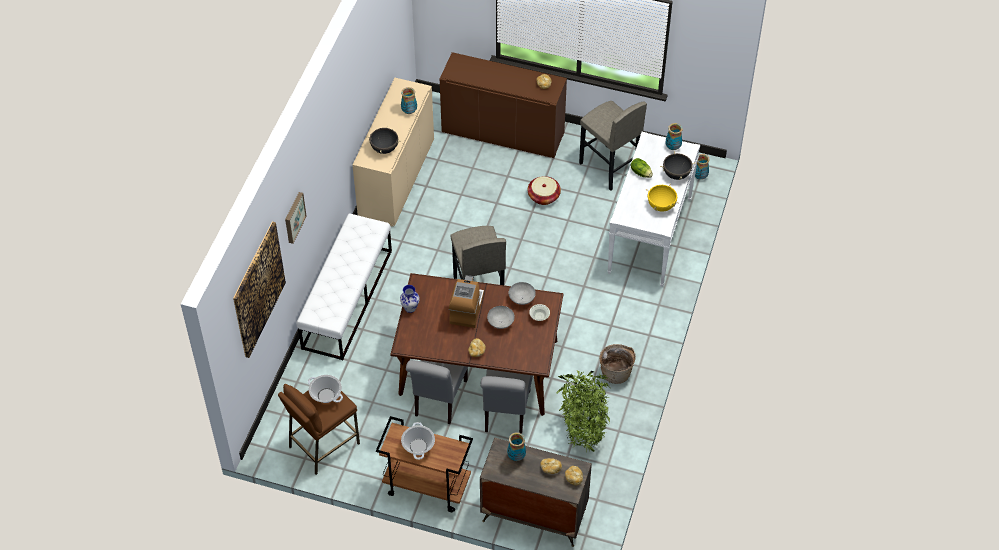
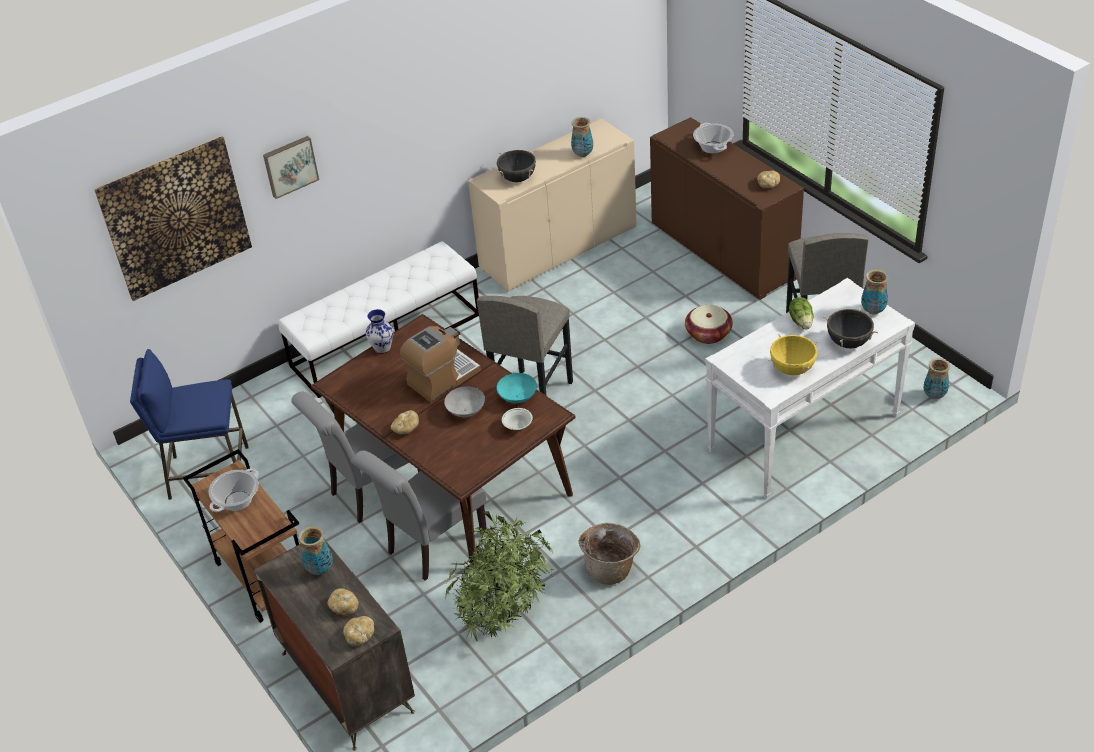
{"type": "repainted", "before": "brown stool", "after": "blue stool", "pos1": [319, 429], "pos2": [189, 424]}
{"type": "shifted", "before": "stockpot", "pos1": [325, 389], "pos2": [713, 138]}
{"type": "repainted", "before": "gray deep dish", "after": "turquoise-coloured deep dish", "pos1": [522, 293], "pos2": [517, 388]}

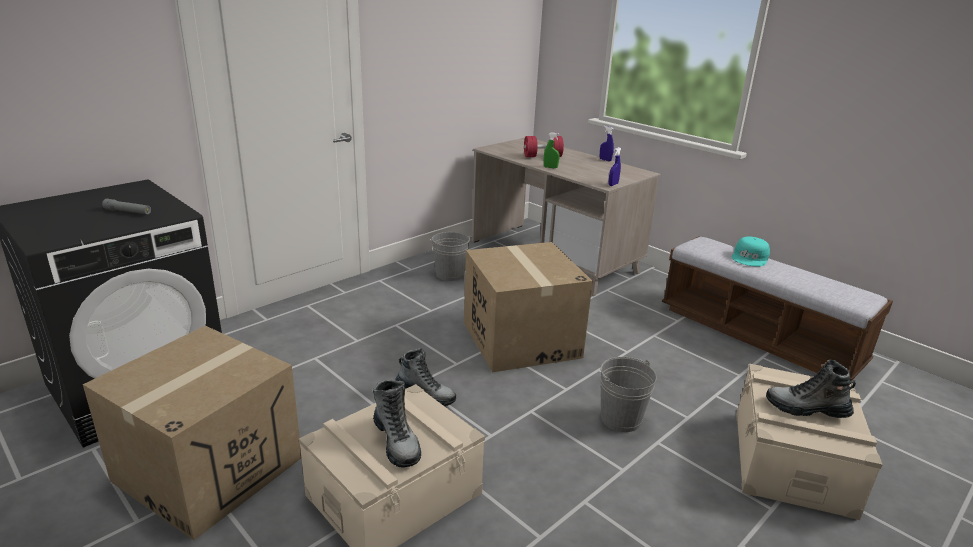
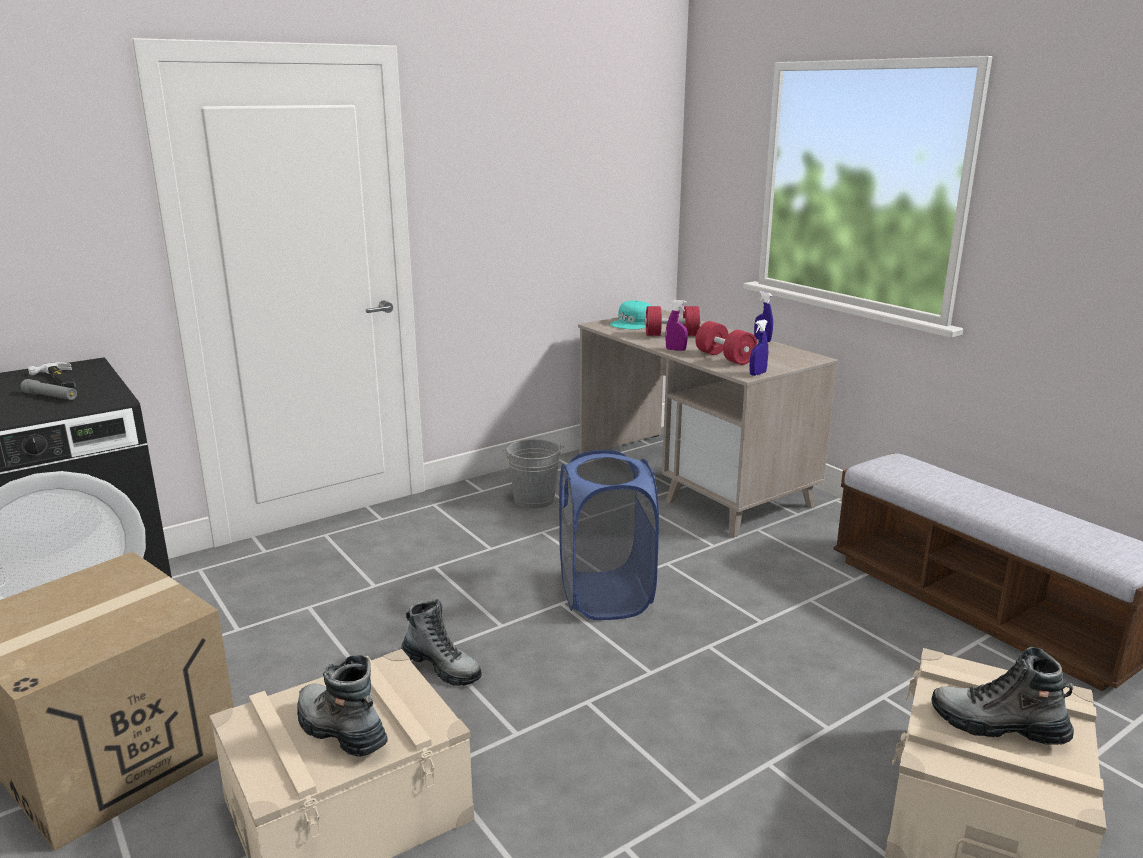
{"type": "rotated", "before": "boot", "pos1": [397, 423], "pos2": [342, 706], "turn": 150}
{"type": "swapped", "before": "carton", "after": "blue laundry basket", "pos1": [528, 307], "pos2": [609, 535]}
{"type": "repainted", "before": "green hand sprayer", "after": "purple hand sprayer", "pos1": [552, 150], "pos2": [677, 325]}
{"type": "gone", "before": "gray pail", "pos1": [628, 394]}
{"type": "shifted", "before": "turquoise-coloured baseball cap", "pos1": [751, 251], "pos2": [630, 314]}
{"type": "new", "after": "hand hammer", "pos2": [52, 375]}
{"type": "new", "after": "red hand weight", "pos2": [726, 343]}

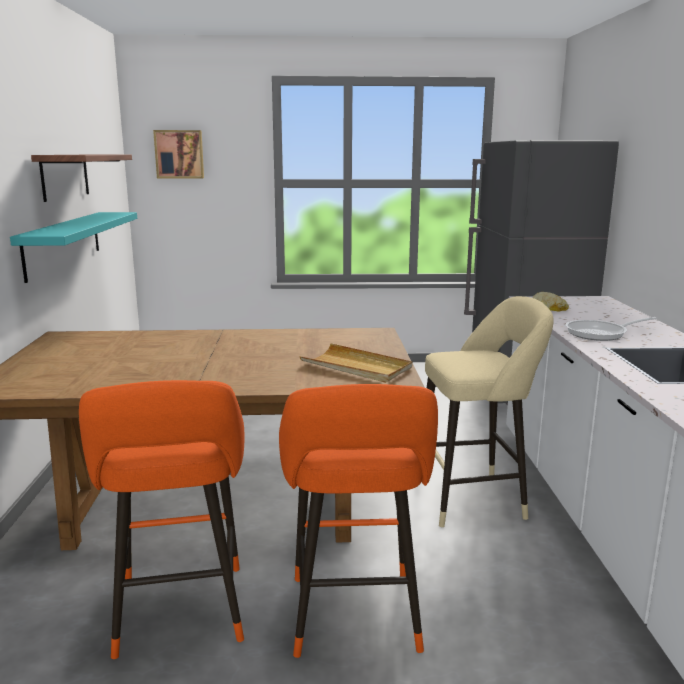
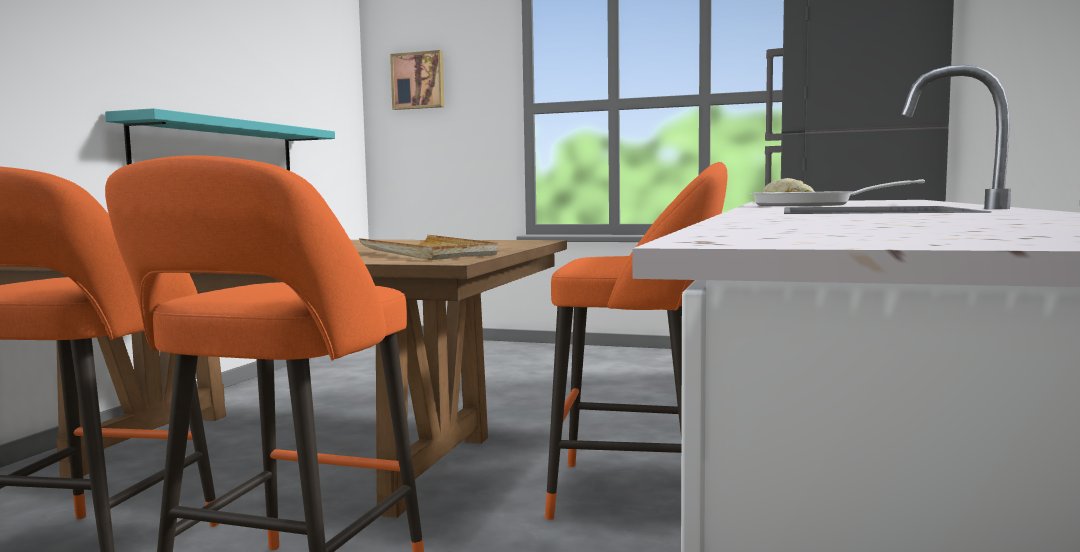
{"type": "gone", "before": "shelf", "pos1": [81, 178]}
{"type": "repainted", "before": "beige-coloured stool", "after": "orange stool", "pos1": [489, 411], "pos2": [636, 341]}

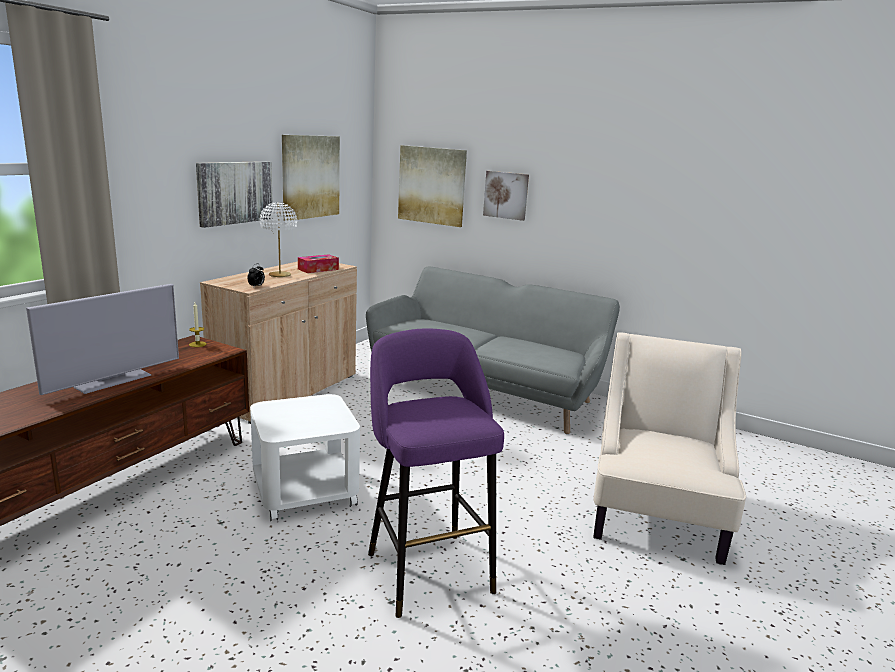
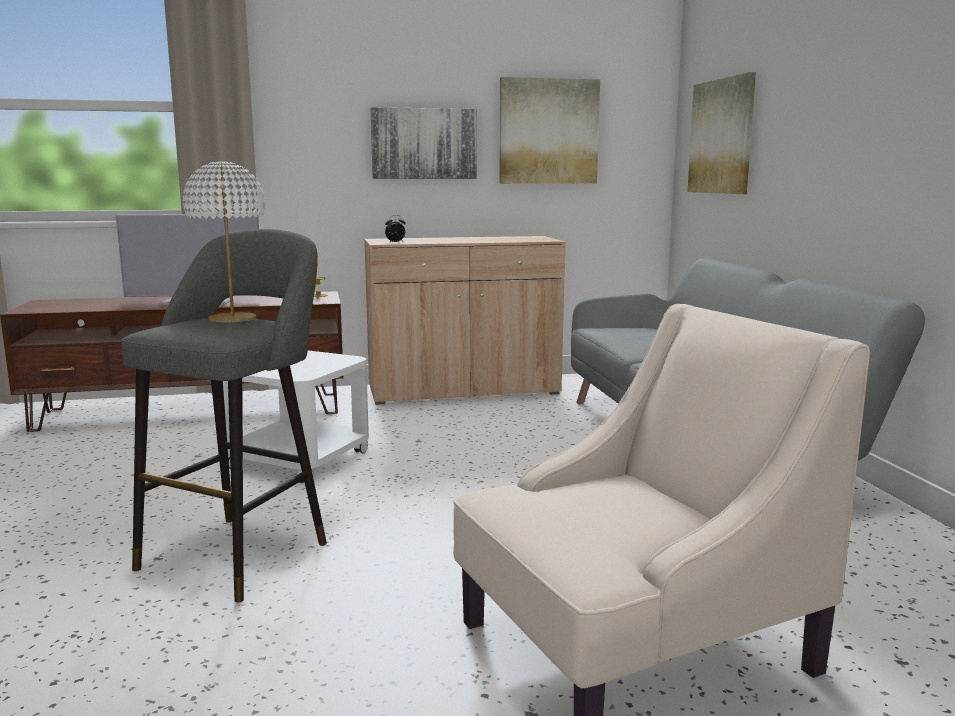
{"type": "shifted", "before": "whitish tabletop lamp", "pos1": [279, 239], "pos2": [224, 241]}
{"type": "gone", "before": "tissue holder", "pos1": [318, 263]}
{"type": "repainted", "before": "purple stool", "after": "gray stool", "pos1": [436, 473], "pos2": [224, 415]}
{"type": "gone", "before": "wall art", "pos1": [506, 196]}

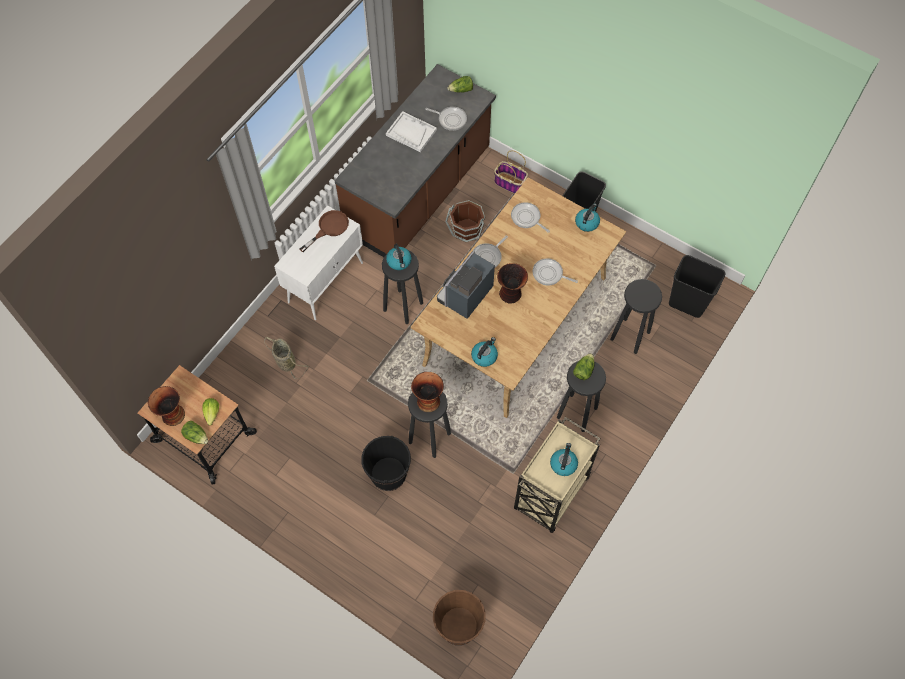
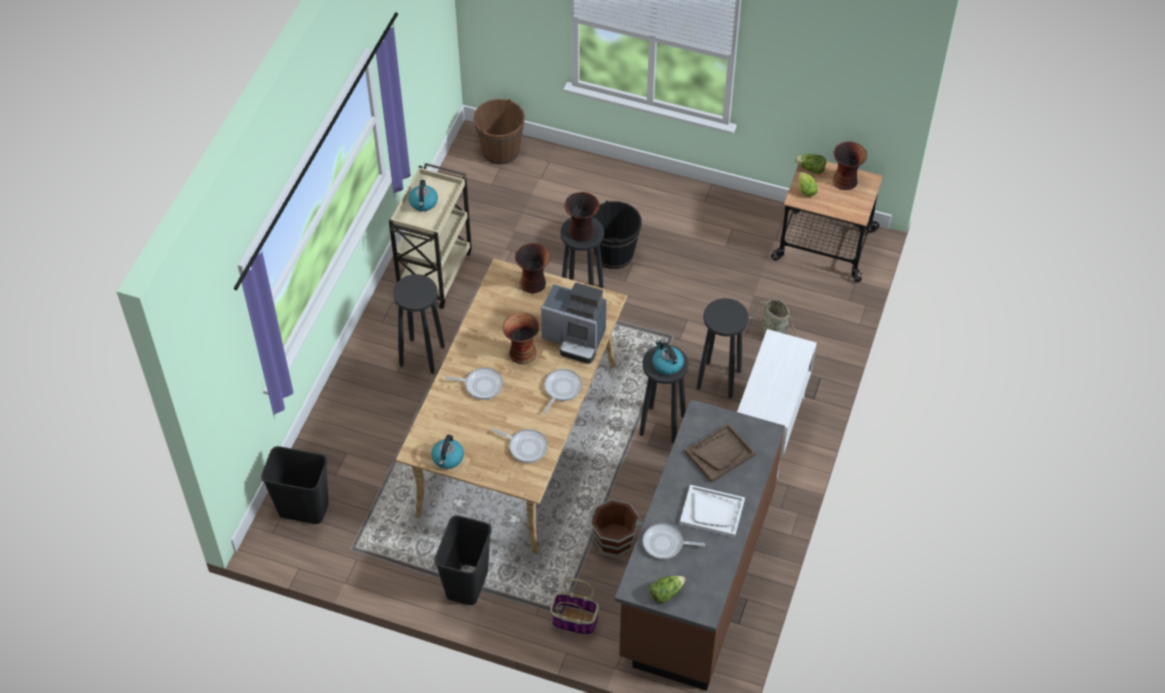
{"type": "gone", "before": "brown pan", "pos1": [324, 231]}
{"type": "rotated", "before": "coffee machine", "pos1": [466, 285], "pos2": [573, 323], "turn": 90}
{"type": "swapped", "before": "tea kettle", "after": "flower vase", "pos1": [484, 352], "pos2": [533, 268]}
{"type": "gone", "before": "head of lettuce", "pos1": [584, 366]}
{"type": "shifted", "before": "black-coloured stool", "pos1": [636, 316], "pos2": [722, 348]}
{"type": "new", "after": "brown tray", "pos2": [720, 453]}

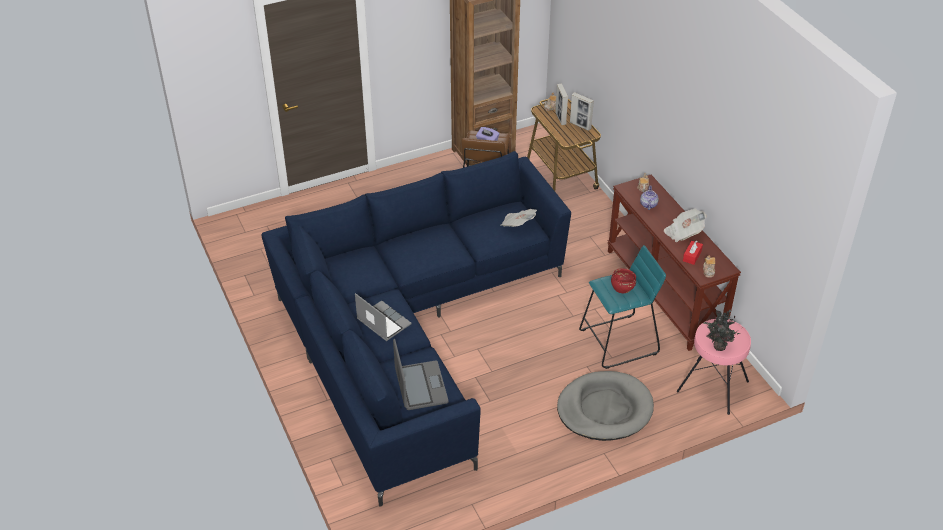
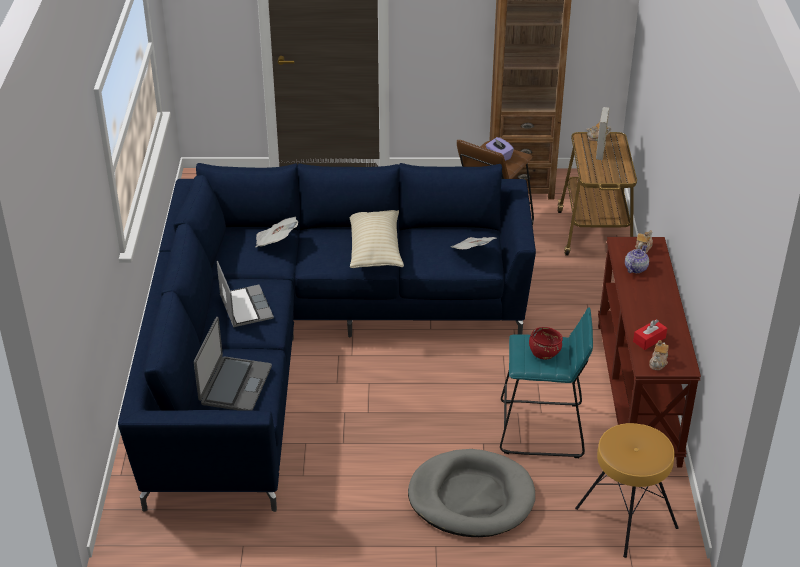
{"type": "gone", "before": "photo frame", "pos1": [582, 111]}
{"type": "shifted", "before": "printed paper", "pos1": [685, 225], "pos2": [277, 232]}
{"type": "repainted", "before": "pink-coloured stool", "after": "brown stool", "pos1": [714, 367], "pos2": [627, 490]}
{"type": "gone", "before": "plant in a pot", "pos1": [721, 330]}
{"type": "new", "after": "beige-coloured cushion", "pos2": [377, 239]}

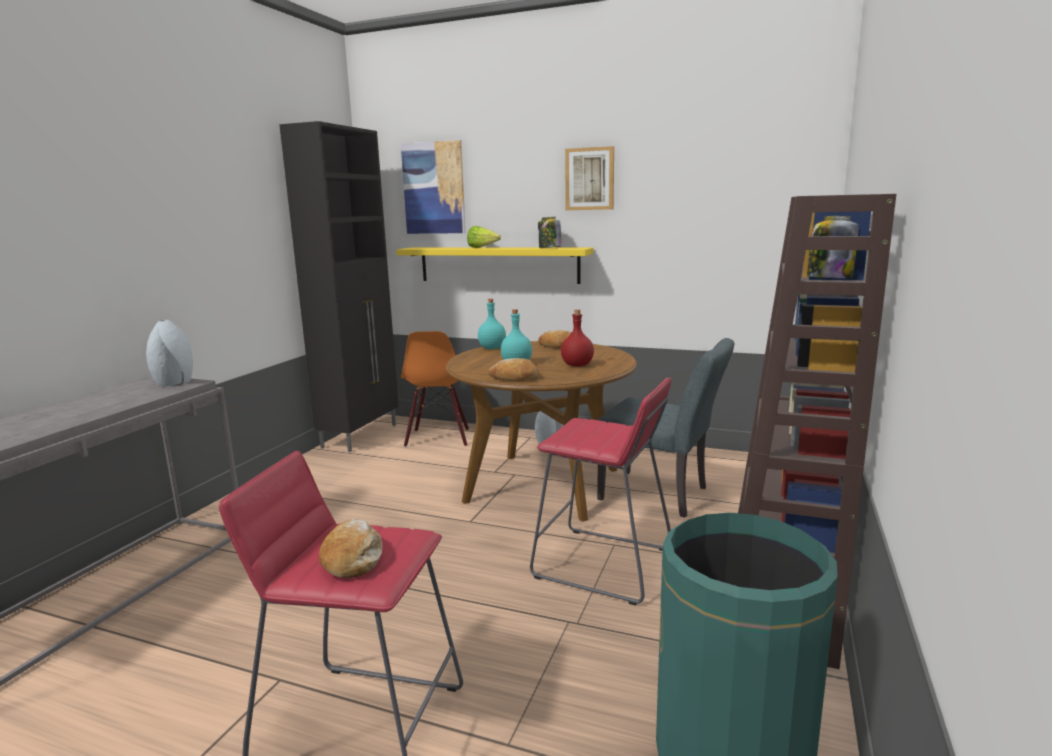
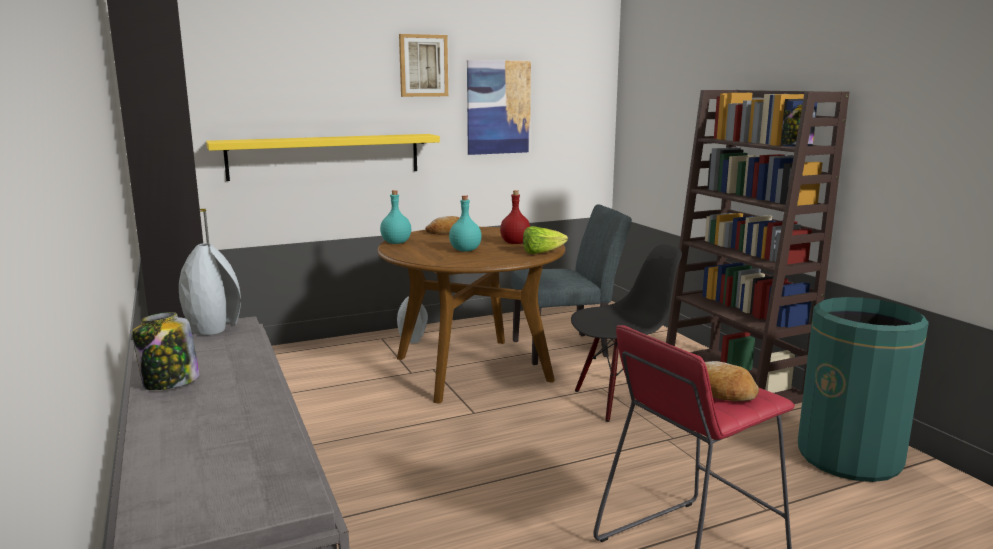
{"type": "shifted", "before": "wall art", "pos1": [433, 187], "pos2": [499, 107]}
{"type": "gone", "before": "orange chair", "pos1": [435, 389]}
{"type": "shifted", "before": "head of lettuce", "pos1": [484, 237], "pos2": [545, 240]}
{"type": "gone", "before": "bread", "pos1": [513, 369]}
{"type": "swapped", "before": "red stool", "after": "black-coloured chair", "pos1": [601, 492], "pos2": [626, 333]}
{"type": "shifted", "before": "jar", "pos1": [550, 232], "pos2": [166, 351]}

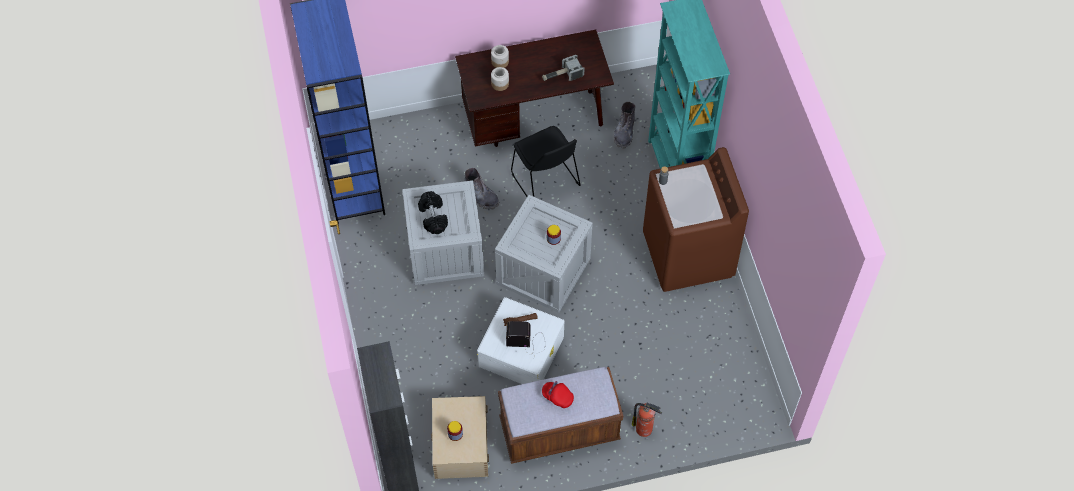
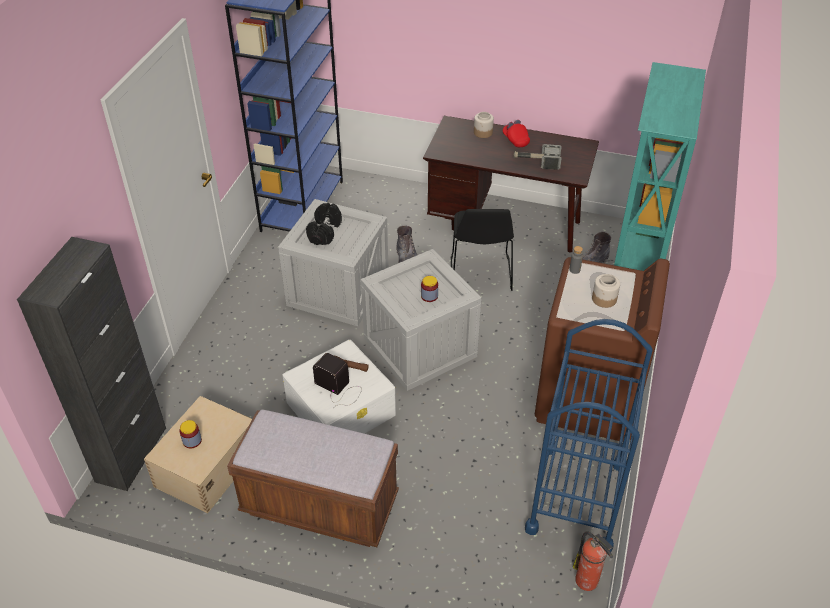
{"type": "shifted", "before": "jar", "pos1": [500, 79], "pos2": [606, 291]}
{"type": "shifted", "before": "red baseball cap", "pos1": [558, 394], "pos2": [516, 133]}
{"type": "shifted", "before": "fire-fighting cylinder", "pos1": [647, 420], "pos2": [593, 561]}
{"type": "new", "after": "blue wheeled cart", "pos2": [589, 435]}

